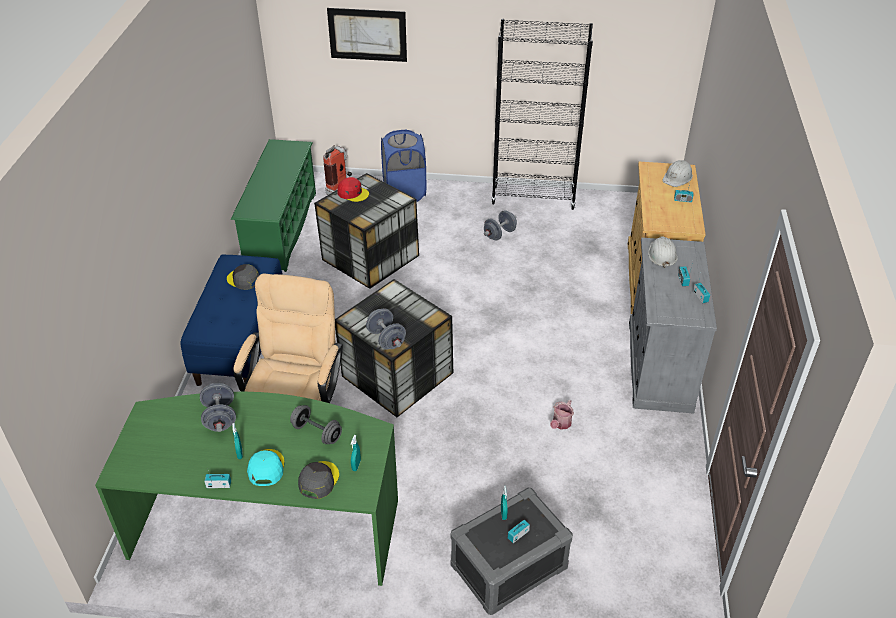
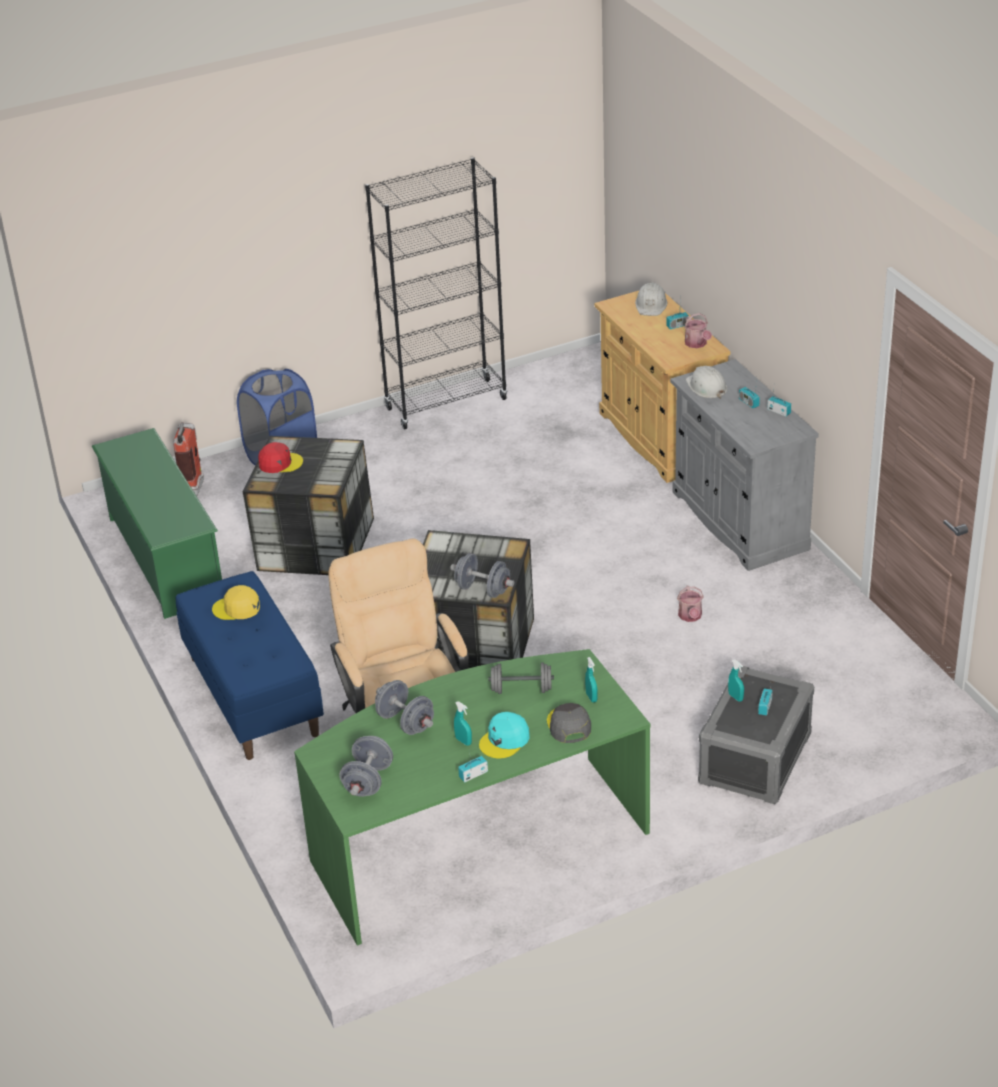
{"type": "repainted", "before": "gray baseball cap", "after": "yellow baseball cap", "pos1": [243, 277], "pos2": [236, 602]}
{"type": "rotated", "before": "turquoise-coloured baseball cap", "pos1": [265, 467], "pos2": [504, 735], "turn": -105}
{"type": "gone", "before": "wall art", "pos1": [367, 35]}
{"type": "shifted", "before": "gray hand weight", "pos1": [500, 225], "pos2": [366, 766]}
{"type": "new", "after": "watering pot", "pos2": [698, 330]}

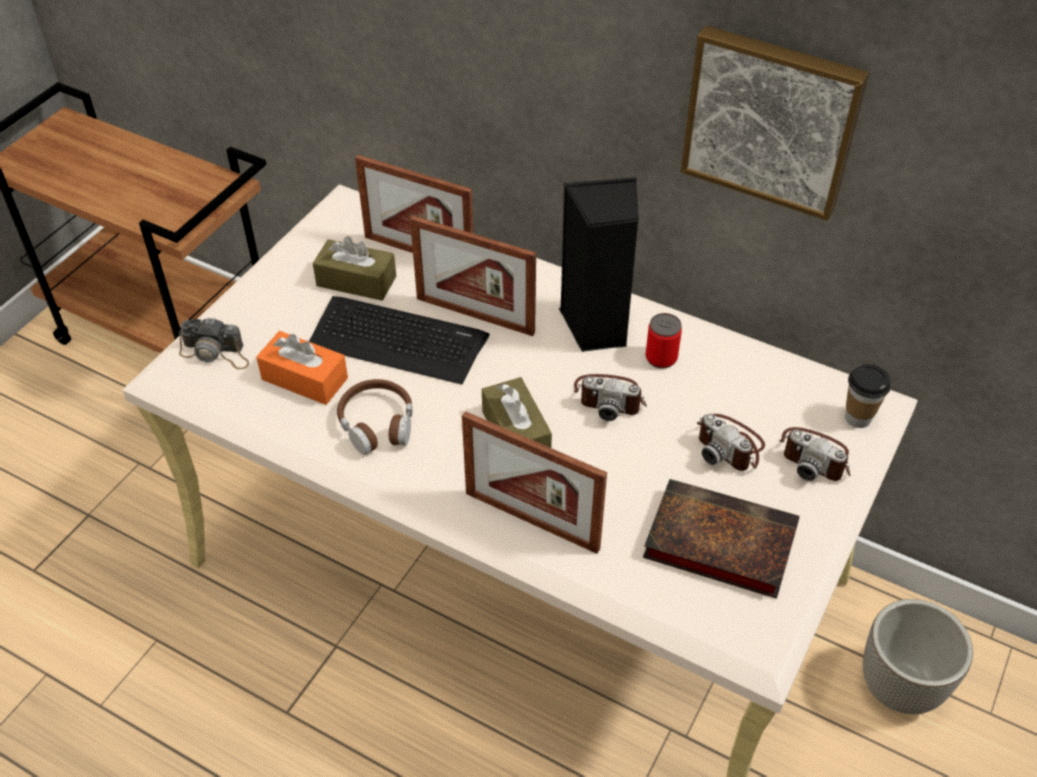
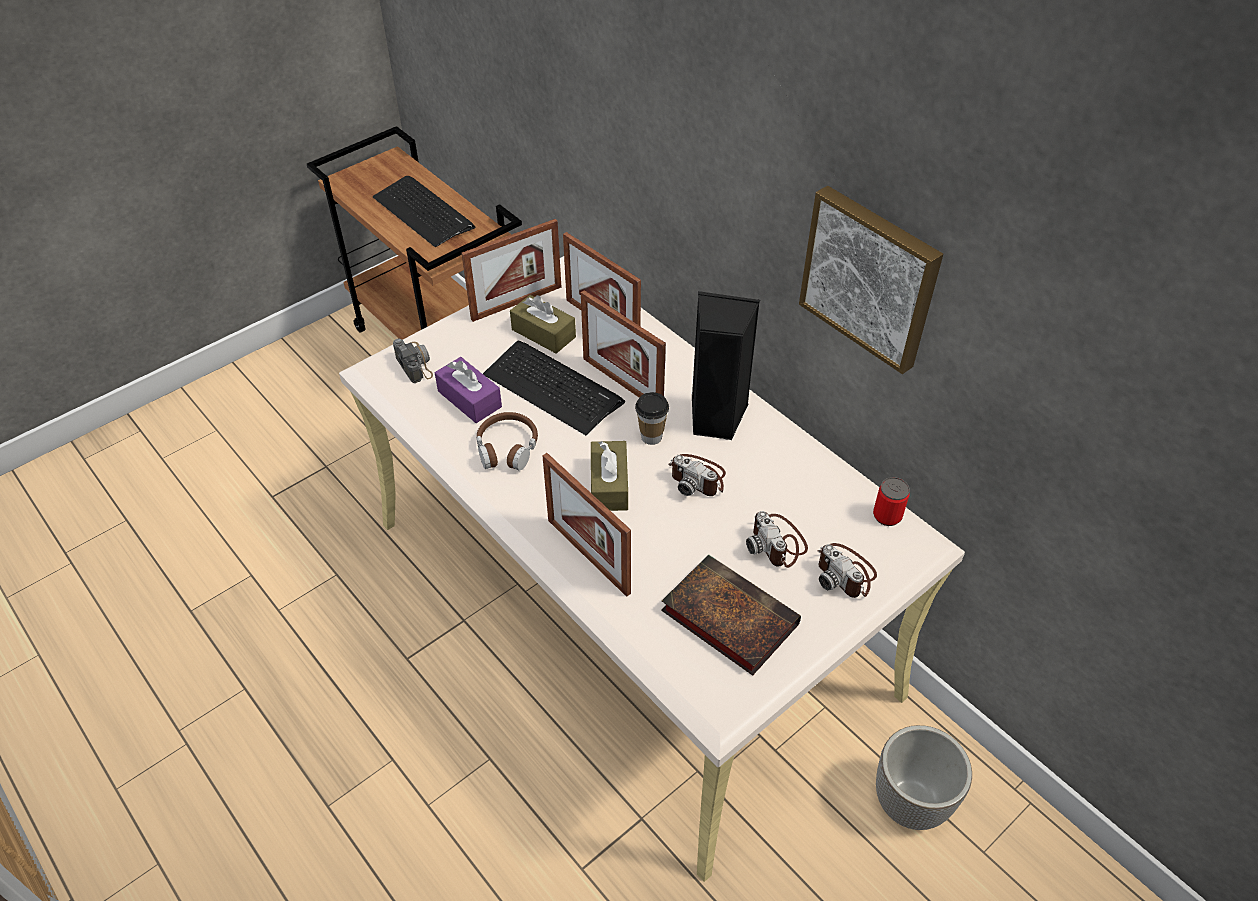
{"type": "rotated", "before": "still camera", "pos1": [214, 343], "pos2": [413, 360], "turn": -150}
{"type": "repainted", "before": "orange tissue holder", "after": "purple tissue holder", "pos1": [302, 368], "pos2": [468, 390]}
{"type": "shifted", "before": "metal can", "pos1": [663, 341], "pos2": [891, 501]}
{"type": "shifted", "before": "cup", "pos1": [868, 396], "pos2": [652, 418]}
{"type": "new", "after": "PC keyboard", "pos2": [424, 211]}
{"type": "new", "after": "photo frame", "pos2": [511, 270]}

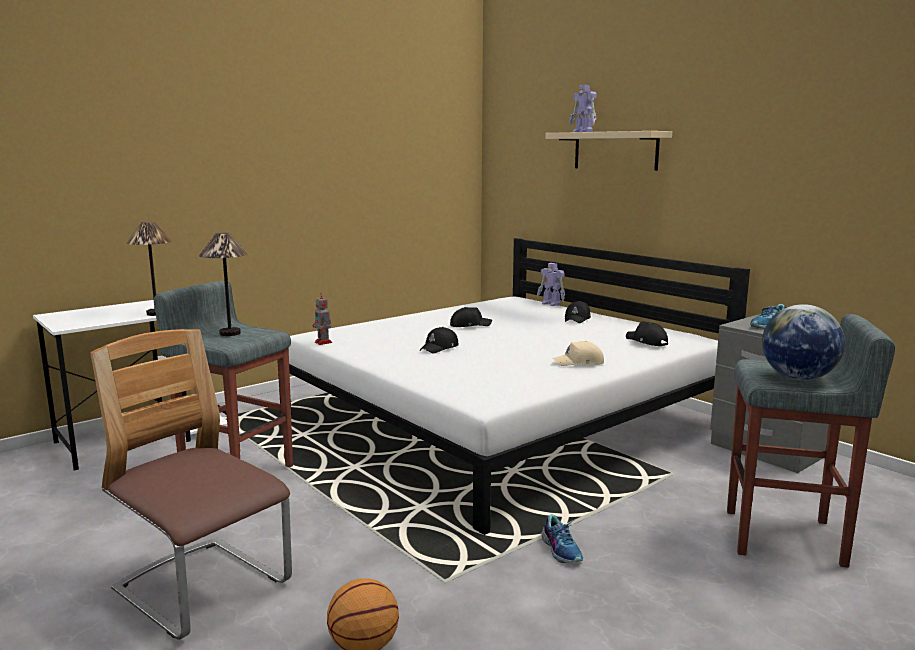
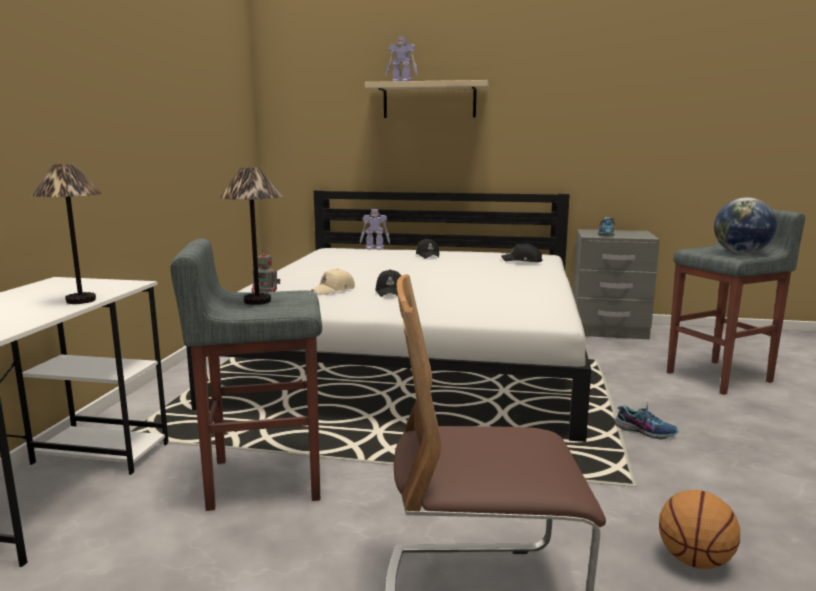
{"type": "gone", "before": "black-coloured baseball cap", "pos1": [471, 317]}
{"type": "shifted", "before": "beige-coloured baseball cap", "pos1": [578, 353], "pos2": [333, 281]}

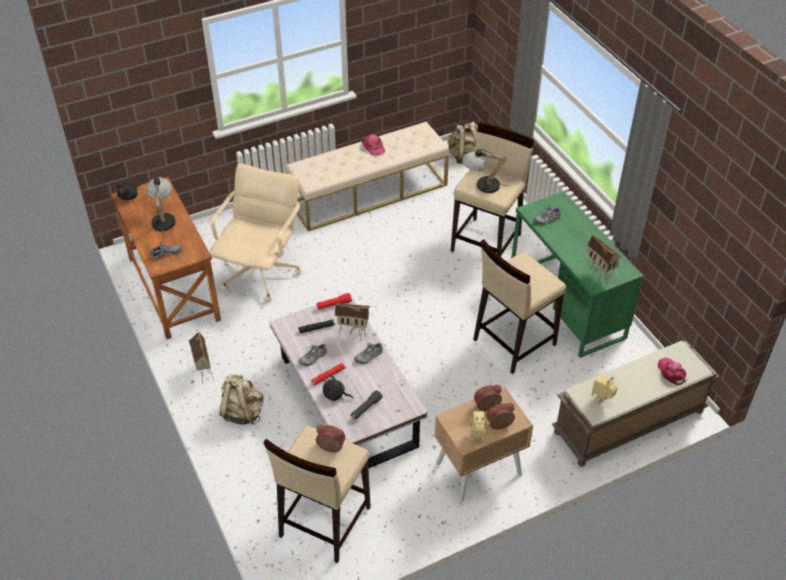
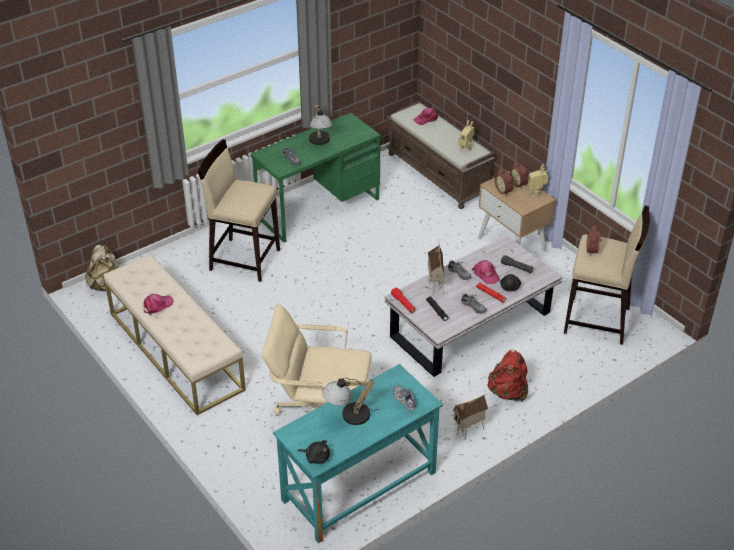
{"type": "repainted", "before": "brown desk unit", "after": "turquoise-coloured desk unit", "pos1": [166, 258], "pos2": [358, 453]}
{"type": "repainted", "before": "beige-coloured knapsack", "after": "red knapsack", "pos1": [242, 399], "pos2": [508, 376]}
{"type": "shifted", "before": "tabletop lamp", "pos1": [485, 171], "pos2": [320, 124]}
{"type": "gone", "before": "beige-coloured stool", "pos1": [519, 306]}
{"type": "gone", "before": "miniature house", "pos1": [603, 259]}
{"type": "new", "after": "pink-coloured baseball cap", "pos2": [486, 272]}

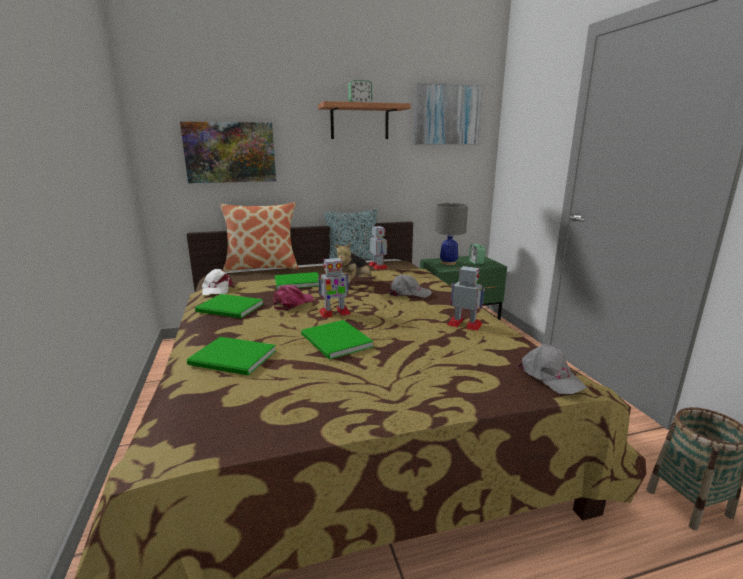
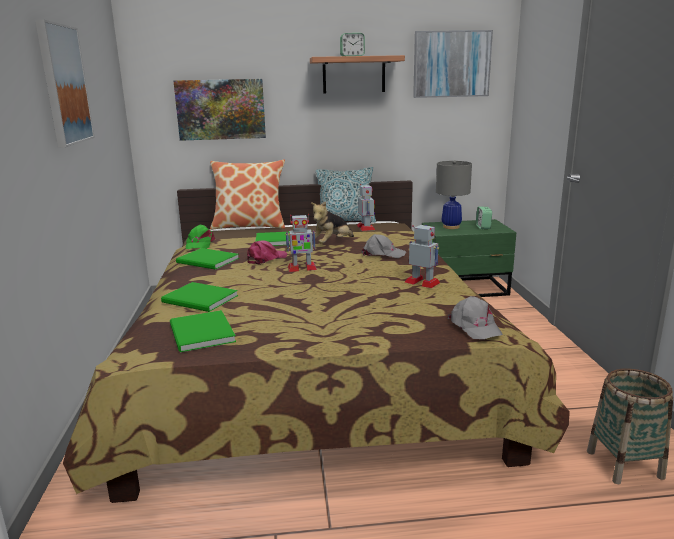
{"type": "repainted", "before": "whitish baseball cap", "after": "green baseball cap", "pos1": [217, 282], "pos2": [200, 237]}
{"type": "shifted", "before": "green book", "pos1": [337, 340], "pos2": [203, 331]}
{"type": "new", "after": "wall art", "pos2": [65, 83]}

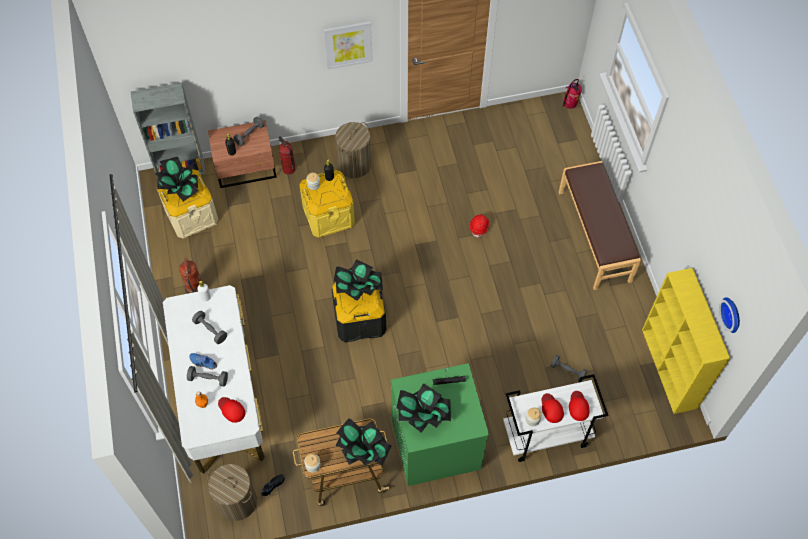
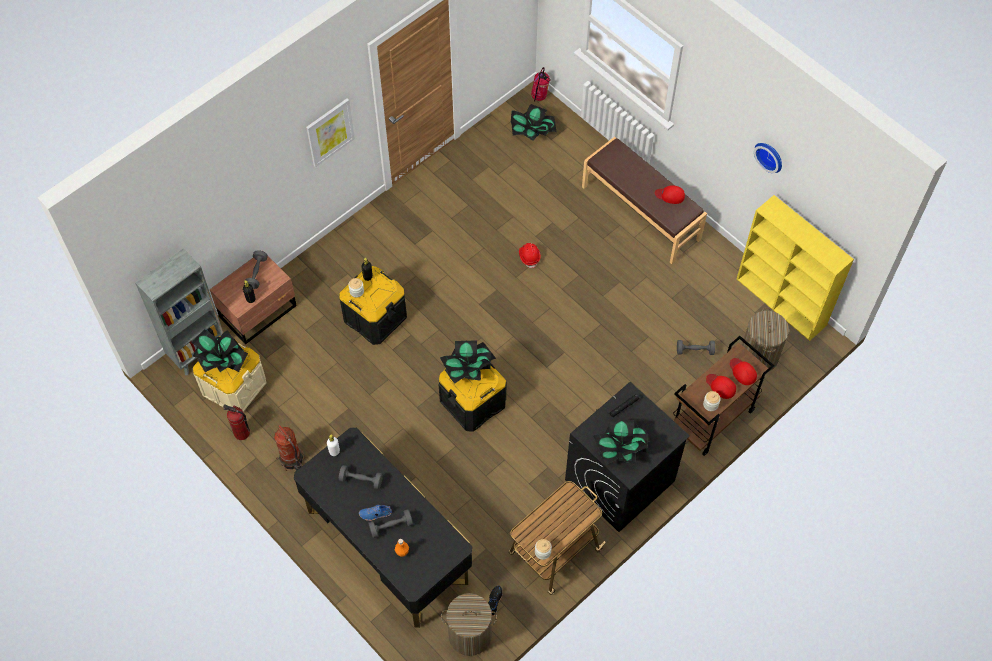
{"type": "repainted", "before": "whitish desk unit", "after": "black-coloured desk unit", "pos1": [214, 379], "pos2": [383, 528]}
{"type": "shifted", "before": "red baseball cap", "pos1": [232, 410], "pos2": [670, 194]}
{"type": "shifted", "before": "fire-fighting cylinder", "pos1": [287, 155], "pos2": [236, 422]}
{"type": "repainted", "before": "yellow storage container", "after": "black-coloured storage container", "pos1": [327, 204], "pos2": [373, 305]}
{"type": "shifted", "before": "laundry basket", "pos1": [353, 150], "pos2": [765, 339]}
{"type": "shifted", "before": "plant in a pot", "pos1": [363, 442], "pos2": [534, 122]}
{"type": "repainted", "before": "green washing machine", "after": "black-coloured washing machine", "pos1": [440, 424], "pos2": [627, 457]}
{"type": "repainted", "before": "whitish wheeled cart", "after": "brown wheeled cart", "pos1": [555, 418], "pos2": [724, 396]}
{"type": "shifted", "before": "wall clock", "pos1": [729, 315], "pos2": [768, 158]}

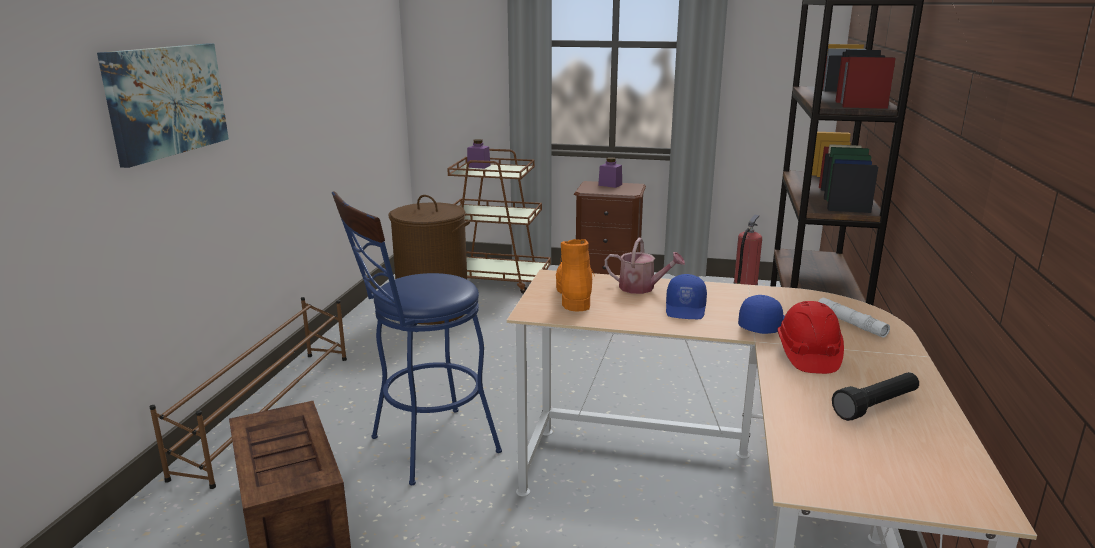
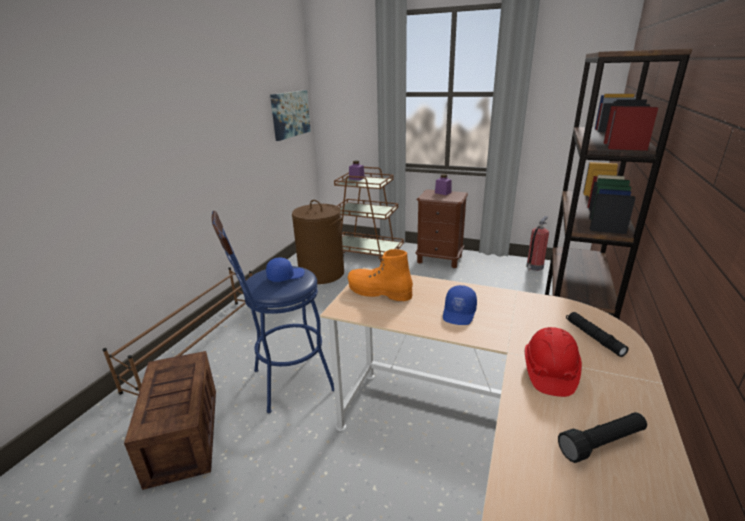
{"type": "shifted", "before": "wall art", "pos1": [163, 106], "pos2": [290, 115]}
{"type": "rotated", "before": "orange boot", "pos1": [575, 275], "pos2": [380, 275], "turn": -75}
{"type": "gone", "before": "watering pot", "pos1": [645, 266]}
{"type": "shifted", "before": "blue baseball cap", "pos1": [761, 314], "pos2": [285, 270]}
{"type": "repainted", "before": "whitish torch", "after": "black-coloured torch", "pos1": [854, 318], "pos2": [597, 334]}

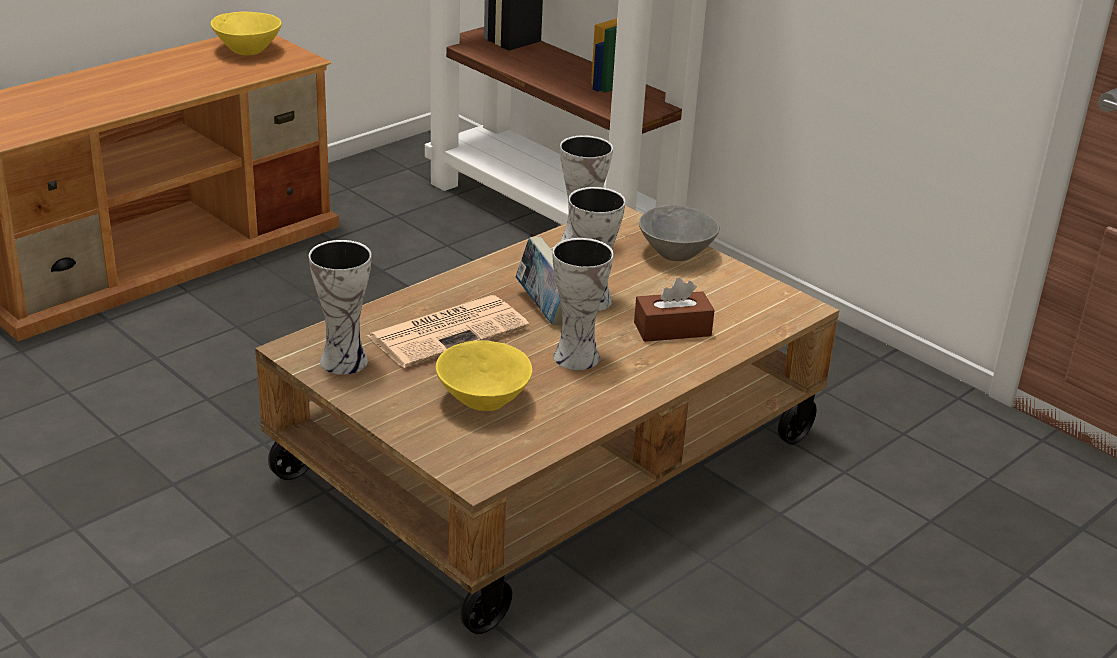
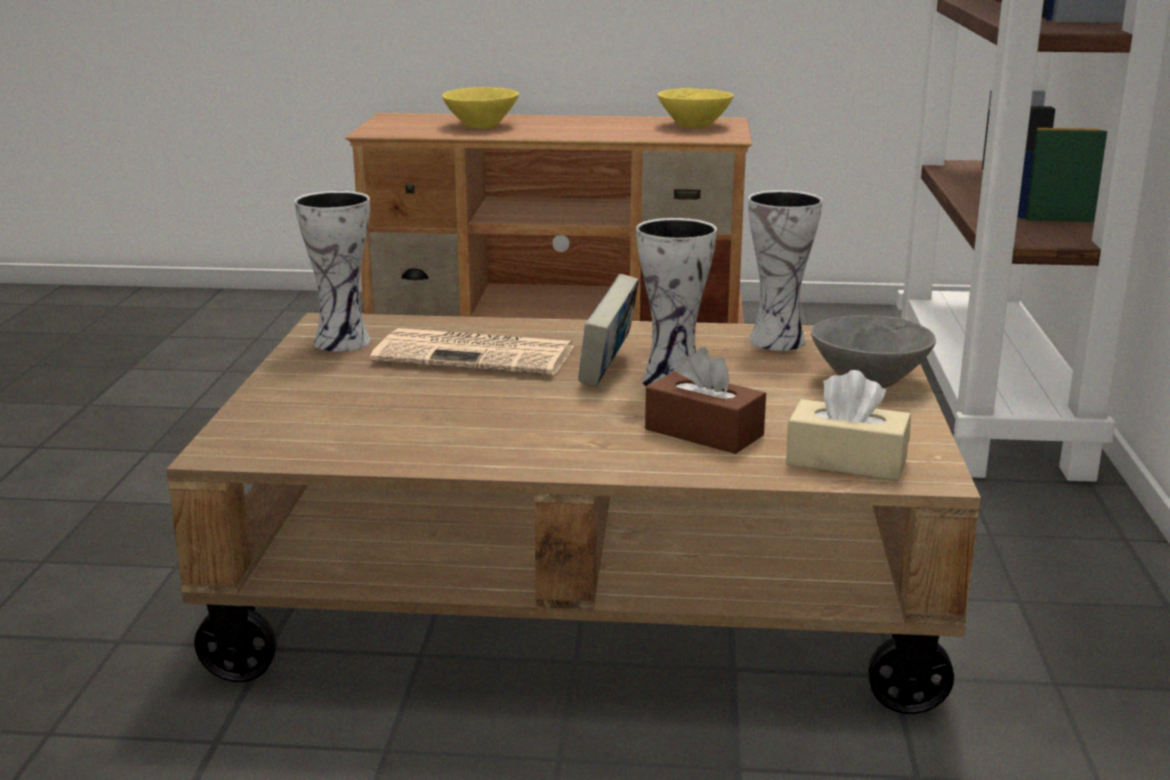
{"type": "shifted", "before": "yellow deep dish", "pos1": [484, 375], "pos2": [480, 108]}
{"type": "gone", "before": "flower vase", "pos1": [583, 304]}
{"type": "new", "after": "beige-coloured tissue holder", "pos2": [848, 425]}

